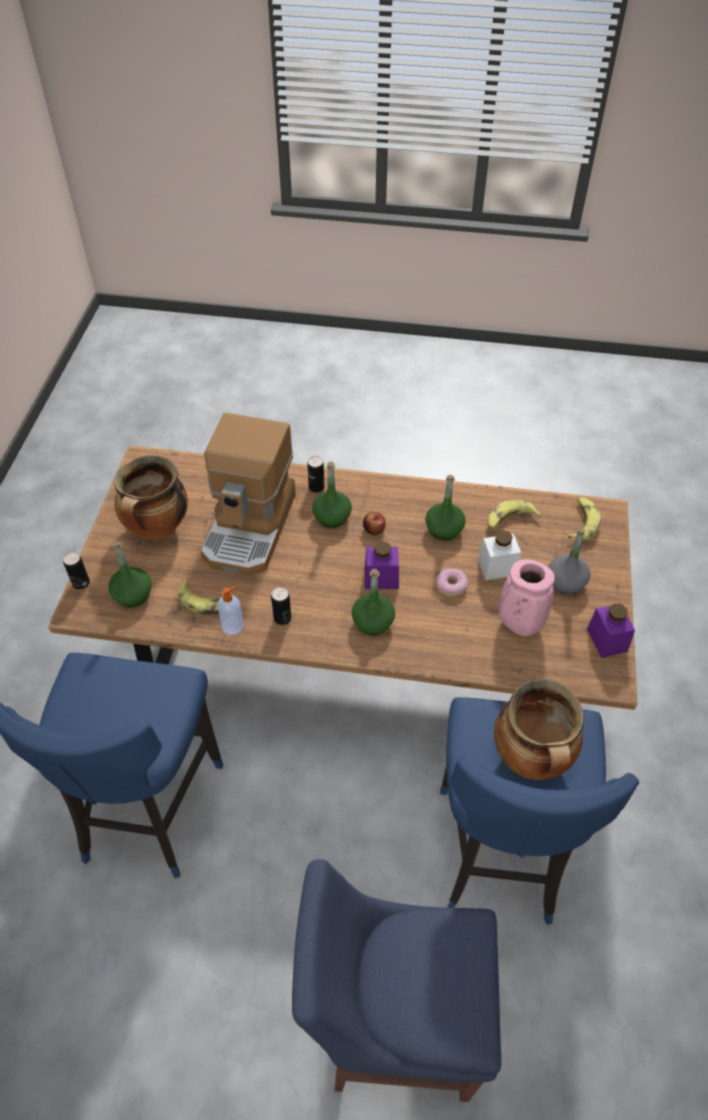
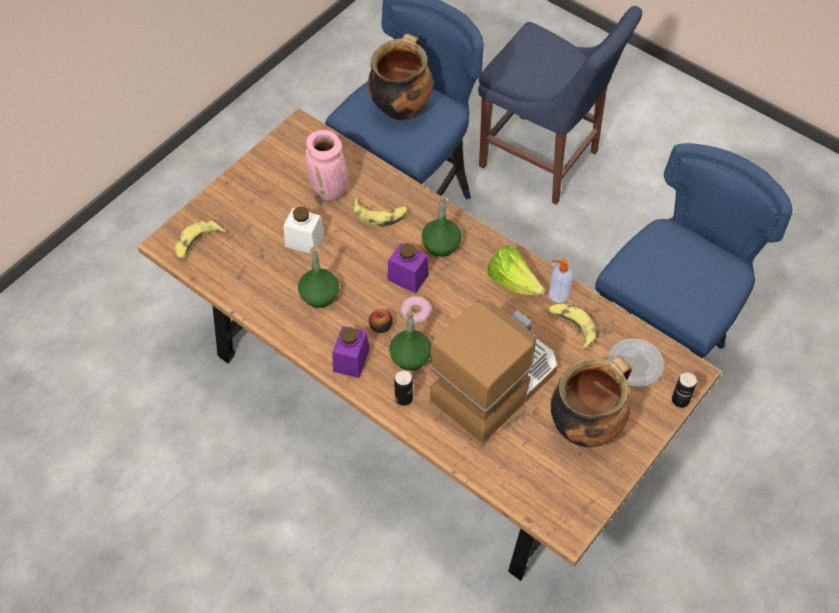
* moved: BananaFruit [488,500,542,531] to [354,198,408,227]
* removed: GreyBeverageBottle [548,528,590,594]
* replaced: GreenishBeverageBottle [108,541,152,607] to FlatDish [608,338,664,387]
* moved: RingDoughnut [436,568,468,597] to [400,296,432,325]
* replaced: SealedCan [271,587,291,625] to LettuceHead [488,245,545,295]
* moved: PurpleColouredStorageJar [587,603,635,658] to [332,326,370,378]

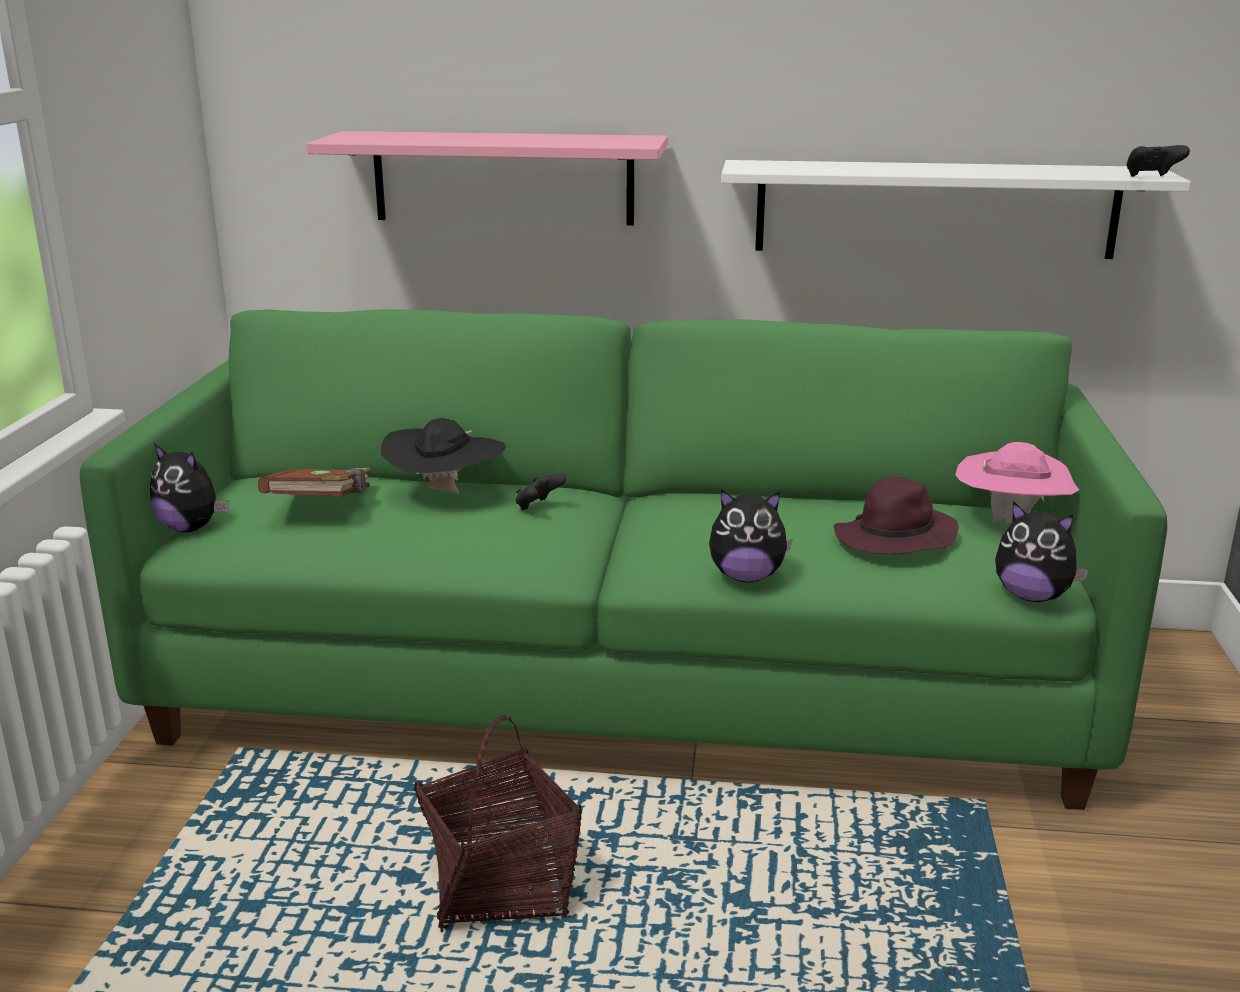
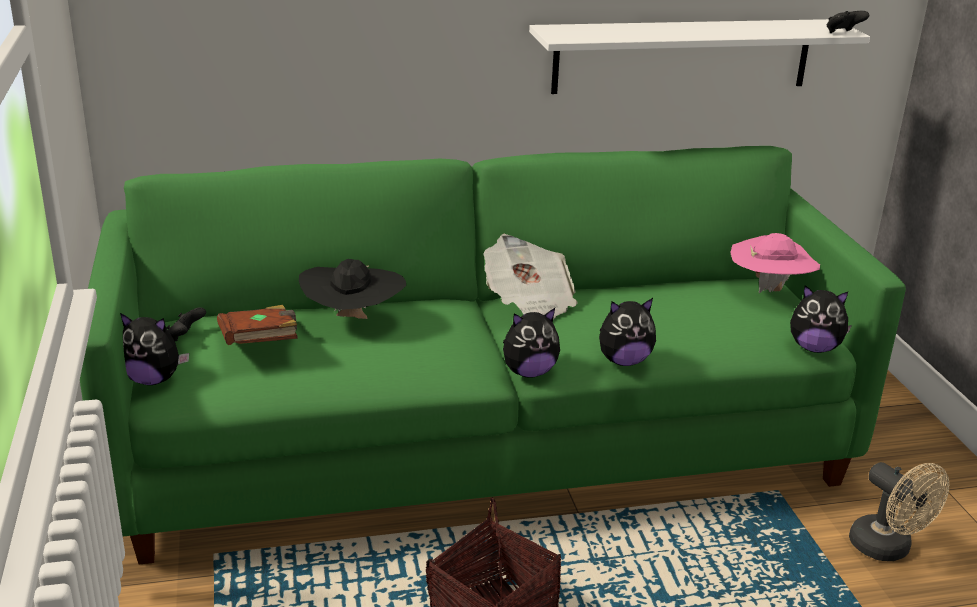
* removed: PinkColouredShelf [307,131,668,226]
* moved: BlackColouredJoypad [516,473,566,510] to [167,307,206,341]
* removed: PurpleColouredClothingHat [834,477,958,554]
* added: DailyPaper [483,234,578,319]
* added: PlushToy [503,308,560,378]
* added: BeigeColouredFan [849,462,949,561]

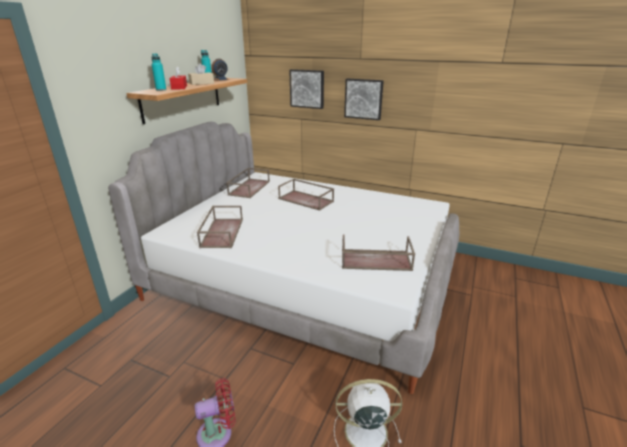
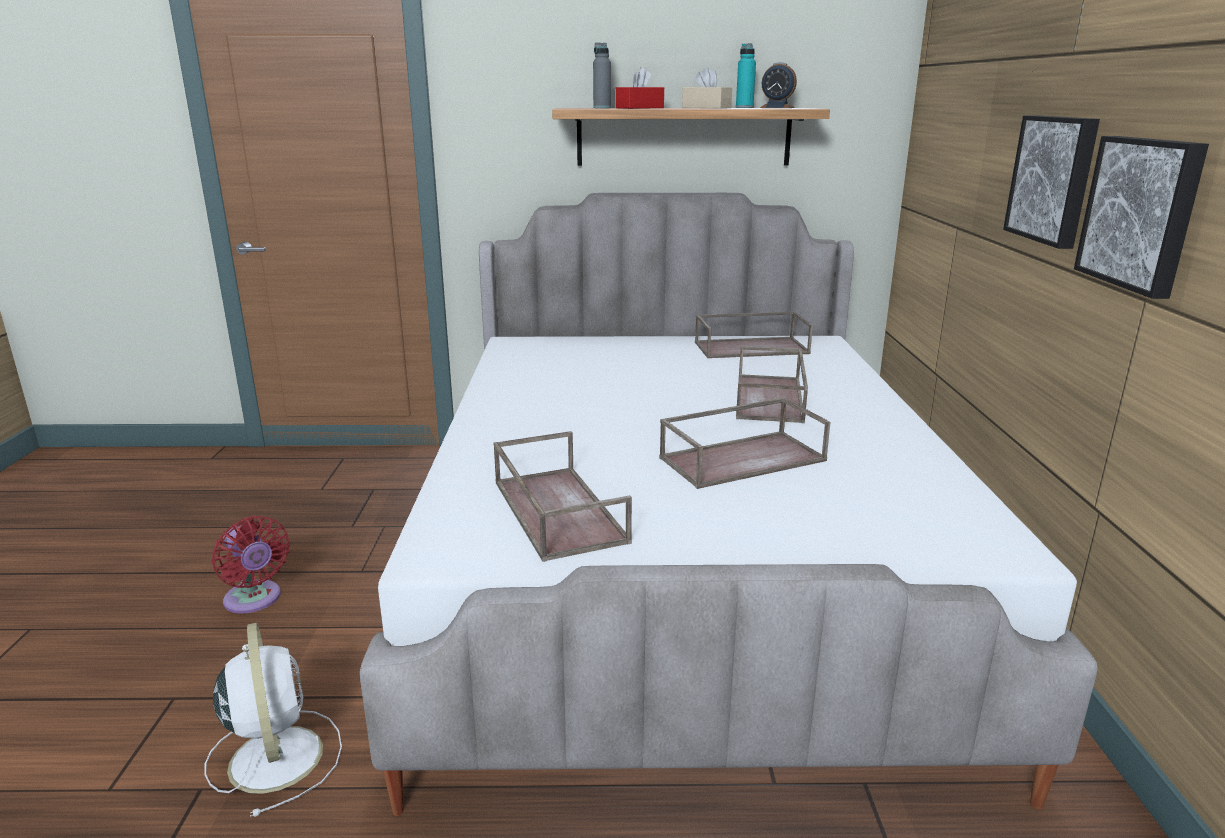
* recoloured: BlueGreenBeverageBottle [151,53,166,91] to GreyBeverageBottle [593,42,611,108]
* moved: Picture [289,69,324,109] to [1074,136,1209,299]
* moved: BrownColouredCarryingTray [197,206,243,248] to [659,398,830,489]

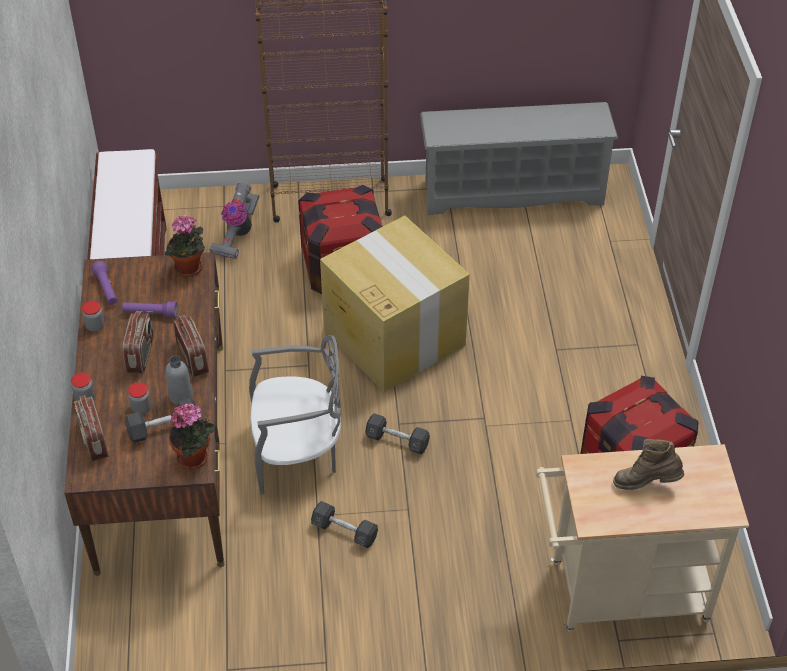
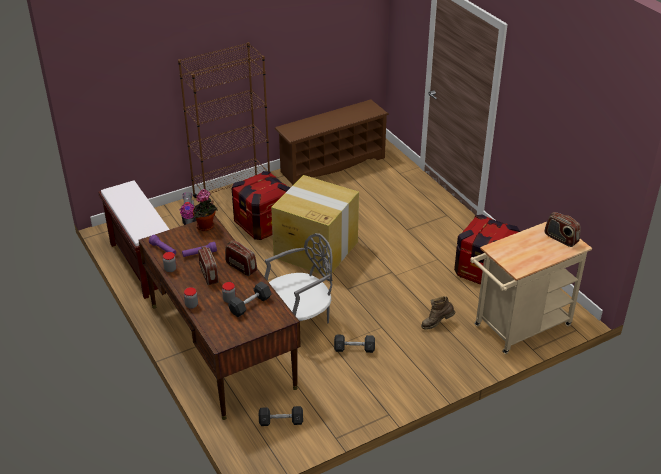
* recoloured: GreyShoeShelf [420,102,618,215] to BrownColouredShoeShelf [275,99,389,186]
* removed: GreyBeverageBottle [166,356,193,405]
* moved: RadioReceiver [74,395,109,462] to [545,212,581,247]
* removed: PottedPlant [169,403,215,470]
* moved: GreyDumbbell [365,413,430,454] to [259,406,303,426]
* moved: BrownColouredBoot [613,439,684,490] to [421,296,456,330]

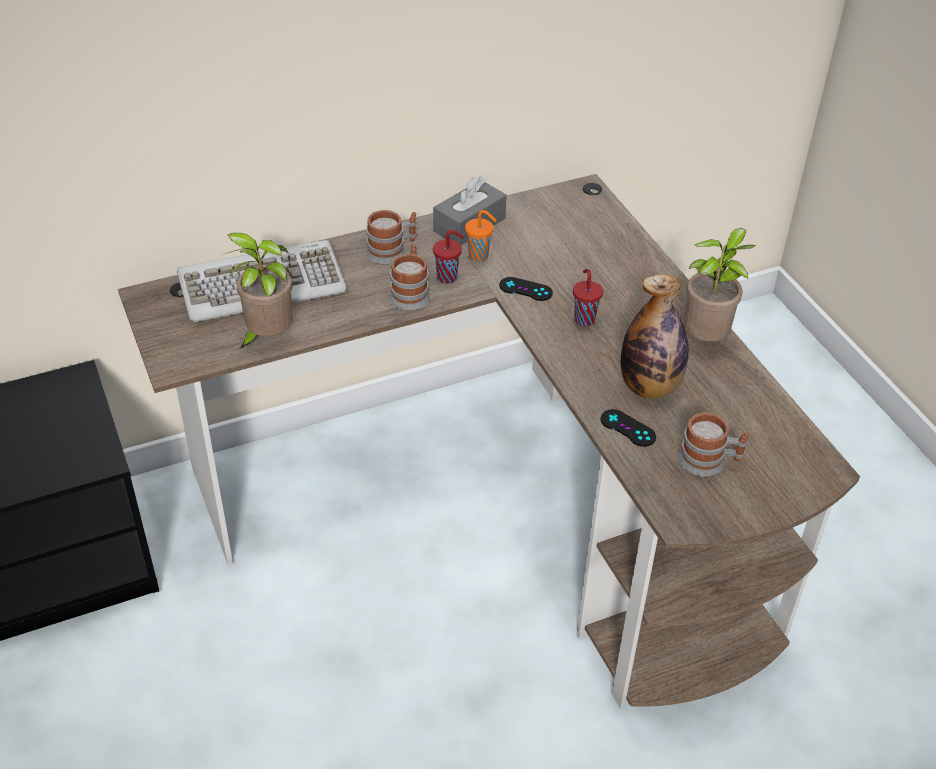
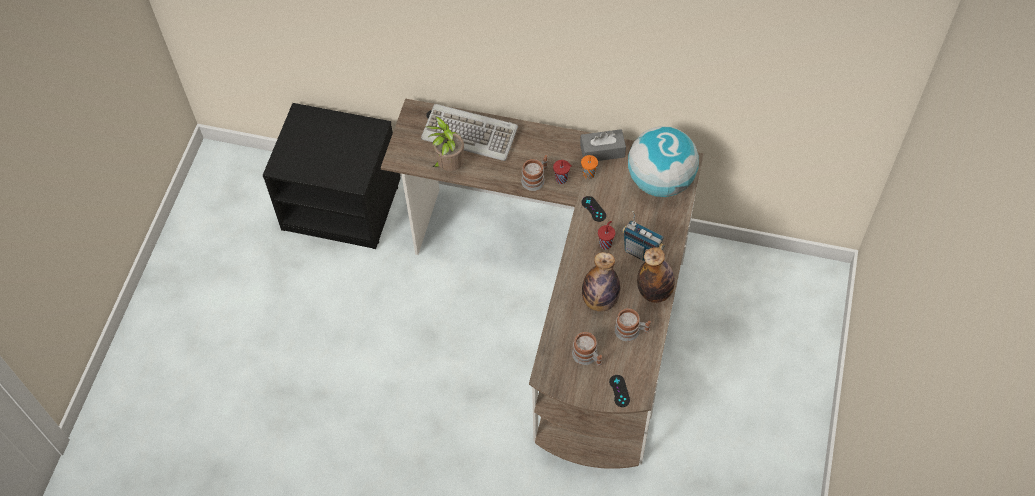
* moved: TeaMug [366,210,417,265] to [614,308,651,341]
* replaced: PottedPlant [684,228,756,342] to BeverageBottle [637,247,675,303]
* moved: BlackColouredJoypad [601,409,656,447] to [609,375,630,407]
* added: WorldGlobe [628,126,699,197]
* added: RadioReceiver [622,211,665,261]

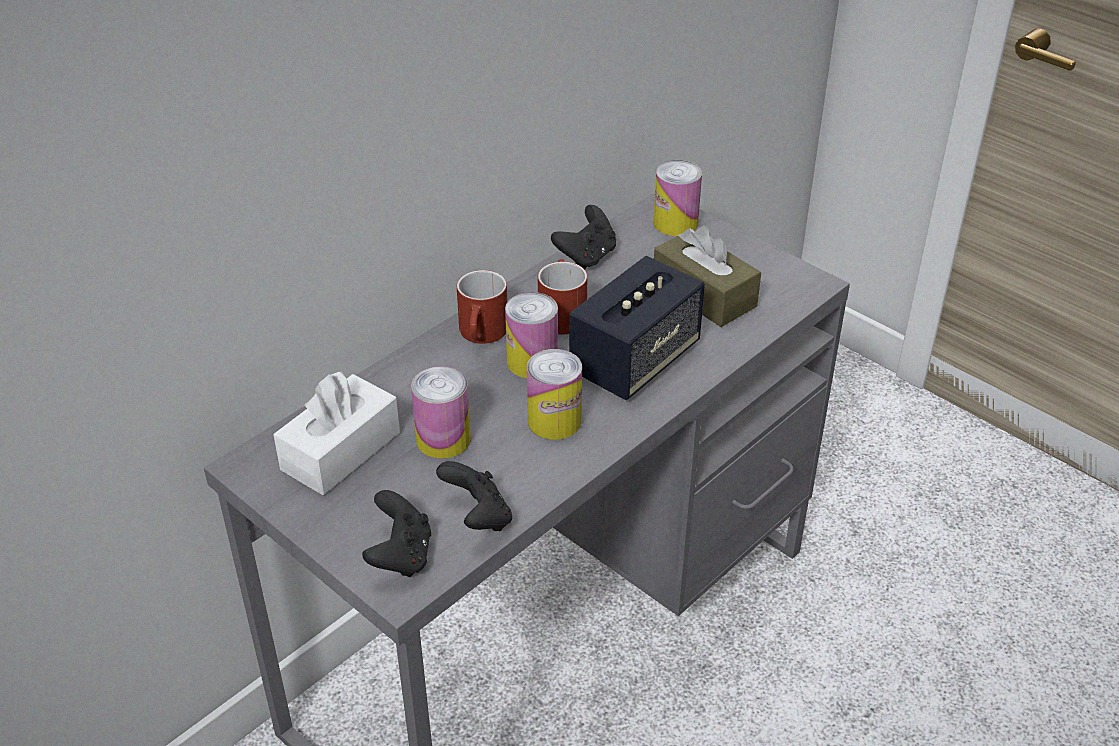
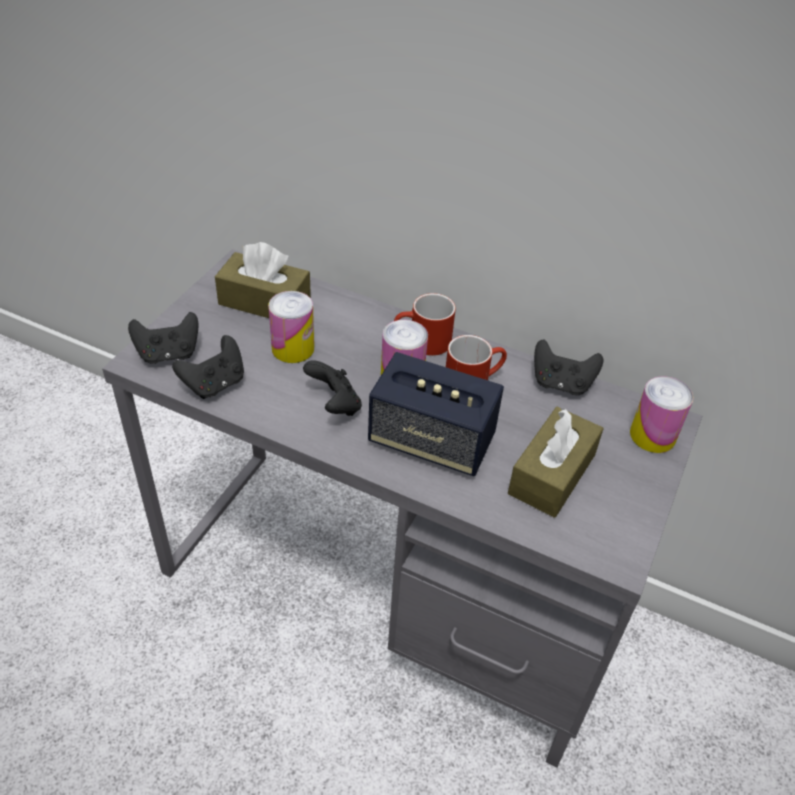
* replaced: SealedCan [527,349,582,440] to BlackColouredJoypad [303,360,362,416]
* recoloured: WhiteBoxOfTissues [274,372,400,495] to BrownColouredBoxOfTissues [215,242,311,318]

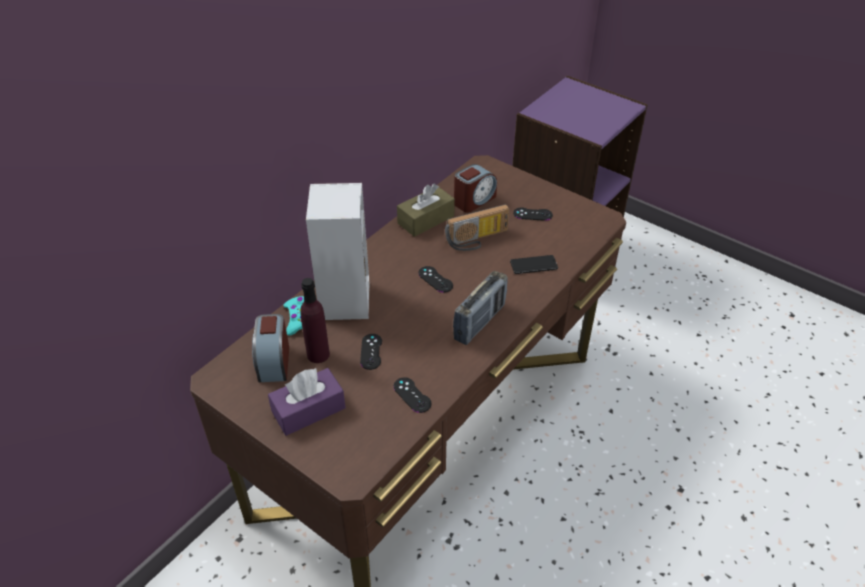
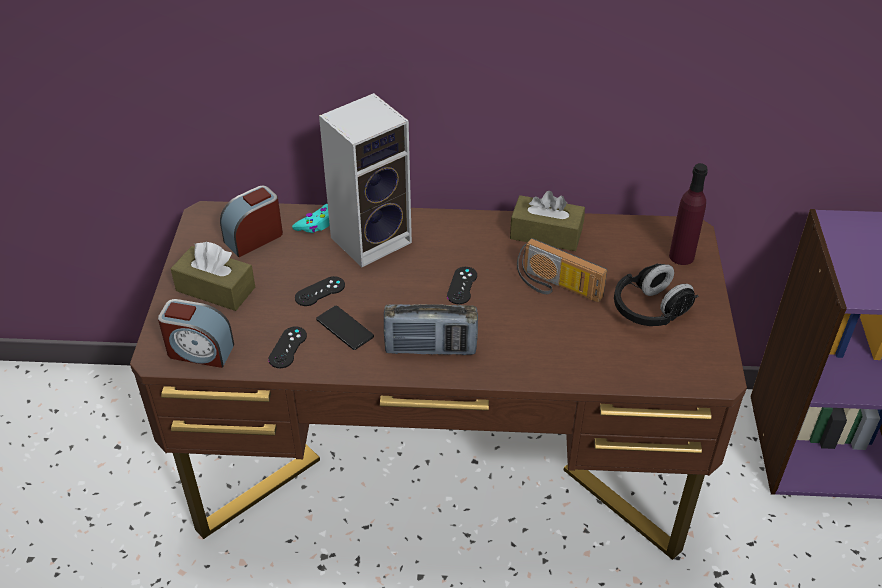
* moved: AlarmClock [454,164,497,213] to [158,299,234,368]
* replaced: BlackColouredJoypad [513,207,553,221] to BlackColouredHeadset [614,264,698,326]
* moved: Handset [510,255,558,274] to [316,306,374,350]
* moved: PurpleColouredBeverageBottle [300,278,330,363] to [669,163,708,265]
* recoloured: PurpleColouredBoxOfTissues [268,368,346,436] to BrownColouredBoxOfTissues [171,242,255,311]

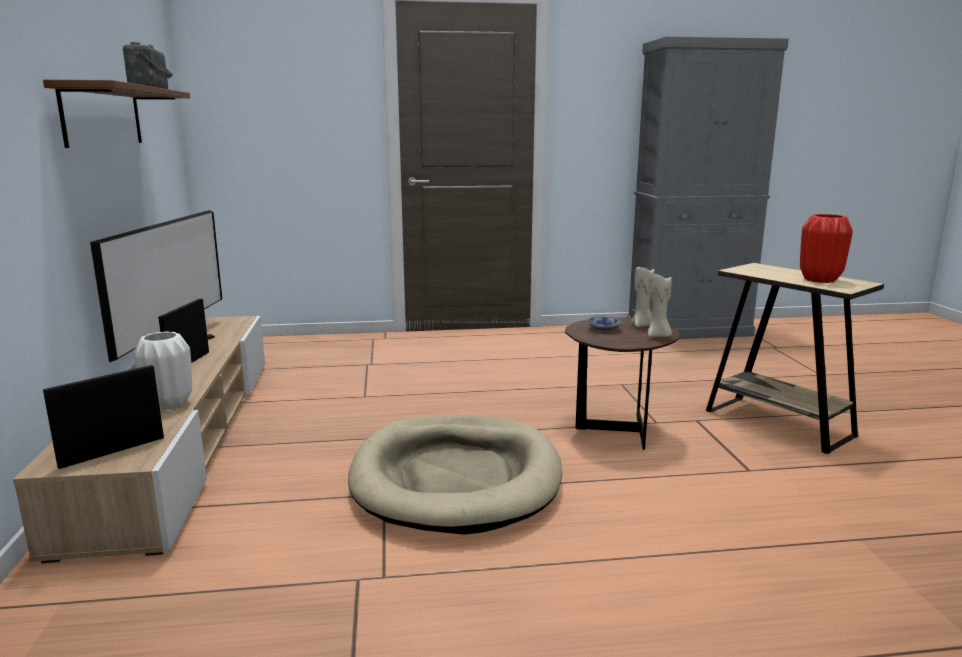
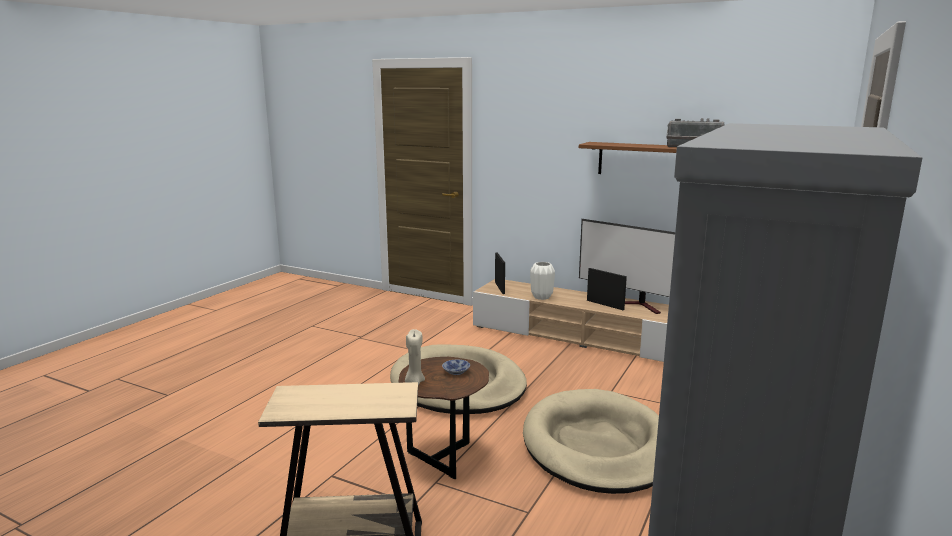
* removed: RedVase [800,214,853,283]
* removed: BeigeColouredCandle [631,267,655,327]
* added: BeigeColouredDogBed [523,389,659,494]

